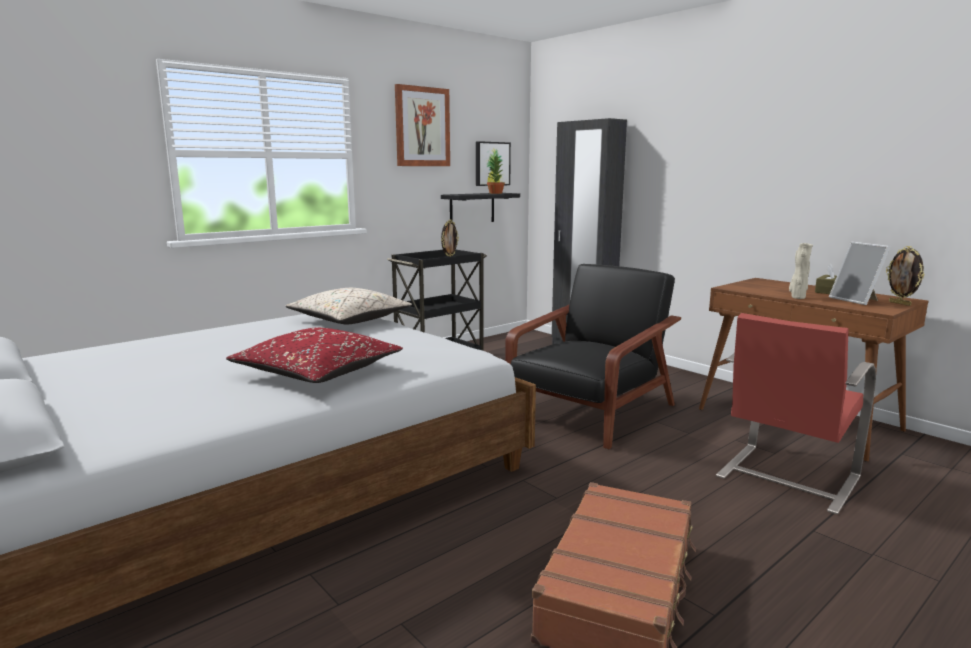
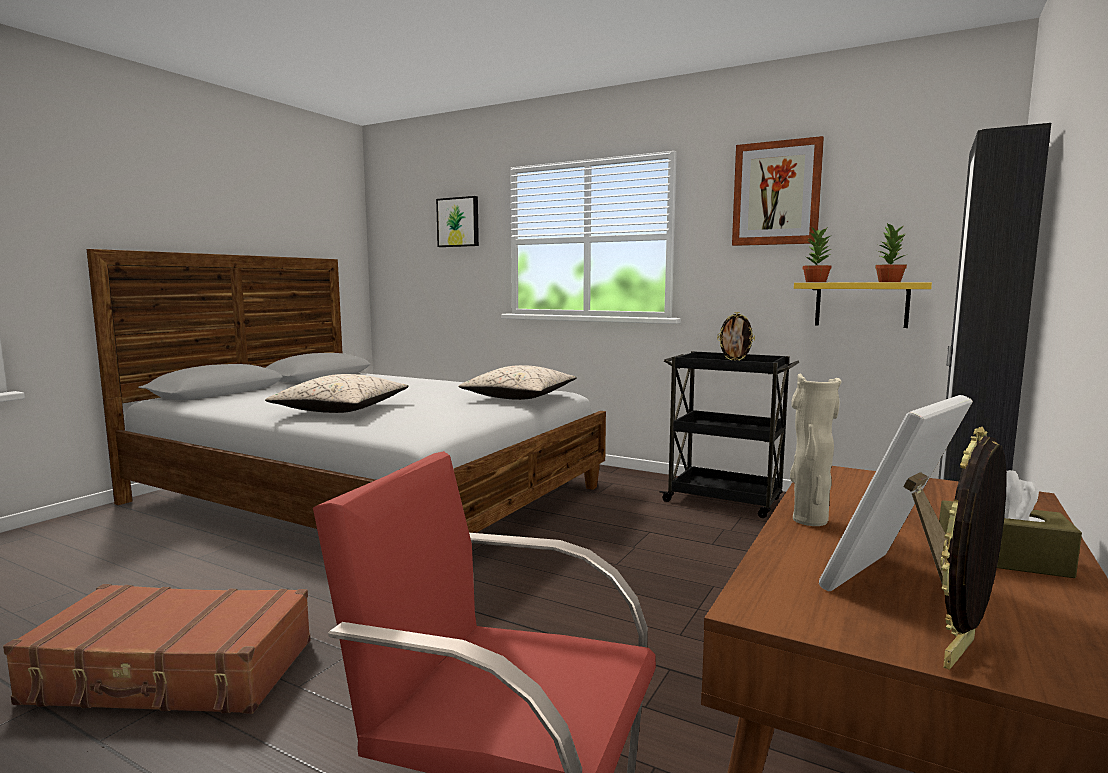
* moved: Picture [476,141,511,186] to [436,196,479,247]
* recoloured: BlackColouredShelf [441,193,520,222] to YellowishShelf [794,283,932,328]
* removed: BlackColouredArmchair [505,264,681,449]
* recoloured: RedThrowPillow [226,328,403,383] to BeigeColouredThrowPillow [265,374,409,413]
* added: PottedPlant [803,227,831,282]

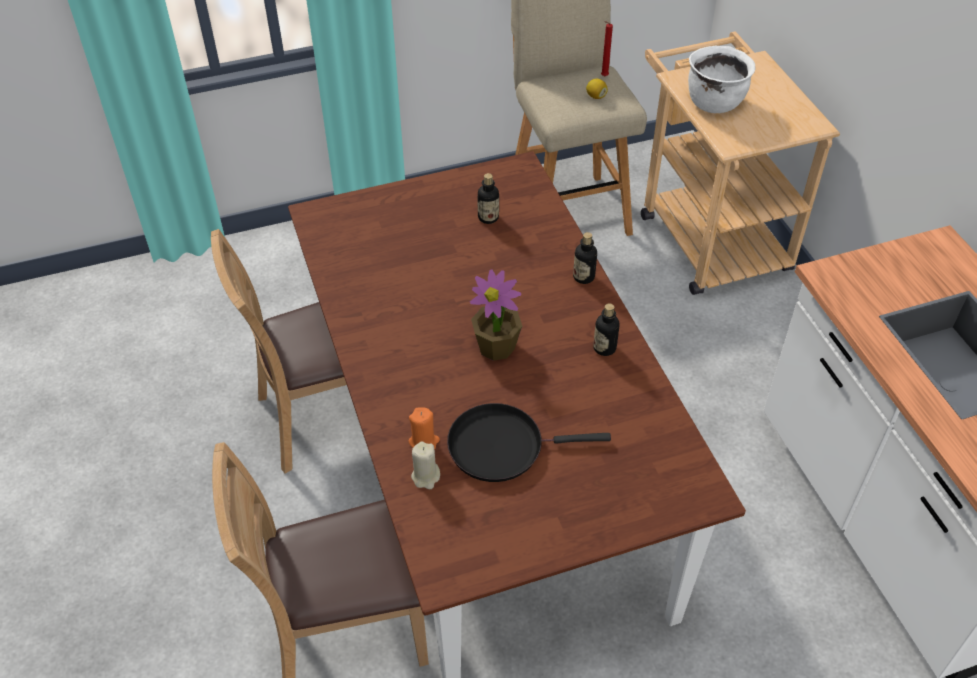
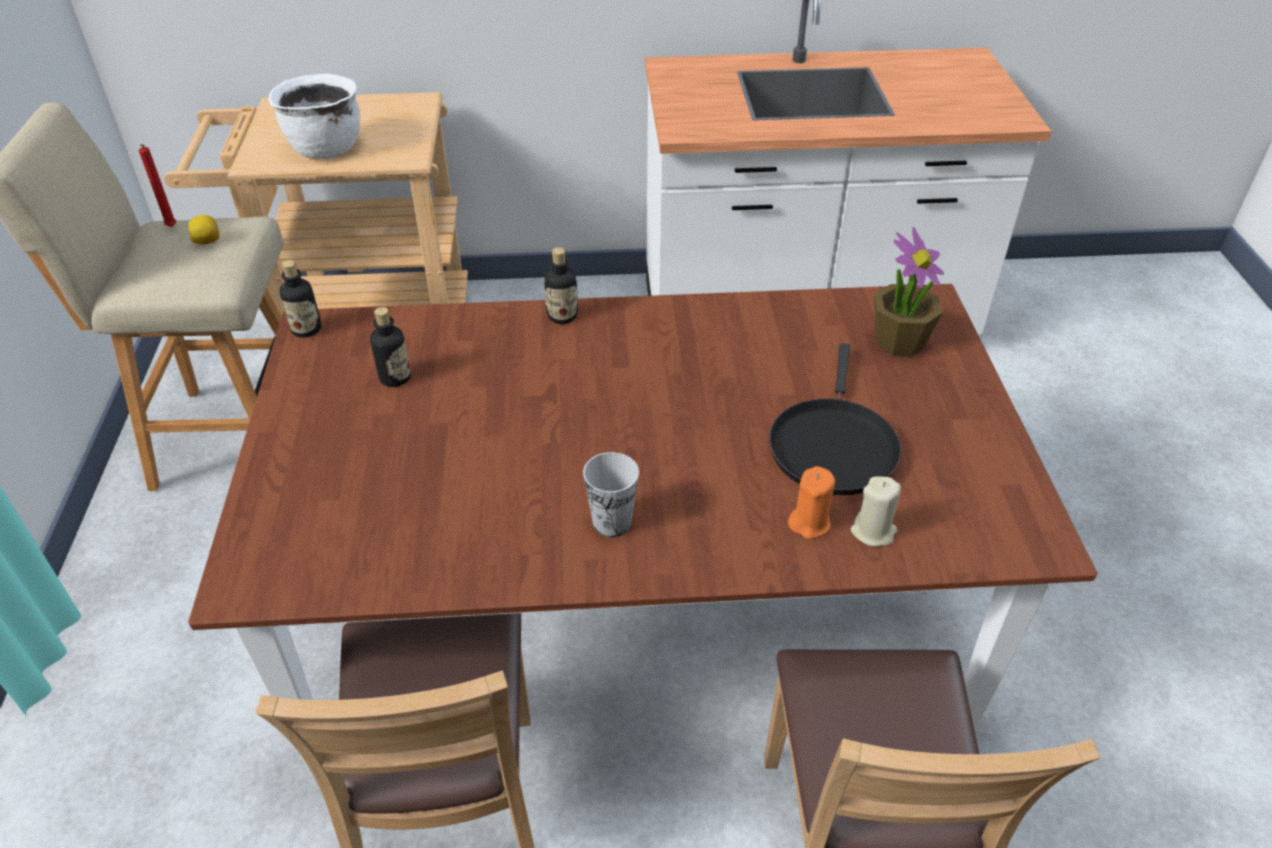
* moved: PottedPlant [470,269,522,361] to [874,227,944,357]
* moved: BeverageBottle [593,303,620,356] to [280,260,322,338]
* added: DrinkingCup [583,452,639,537]

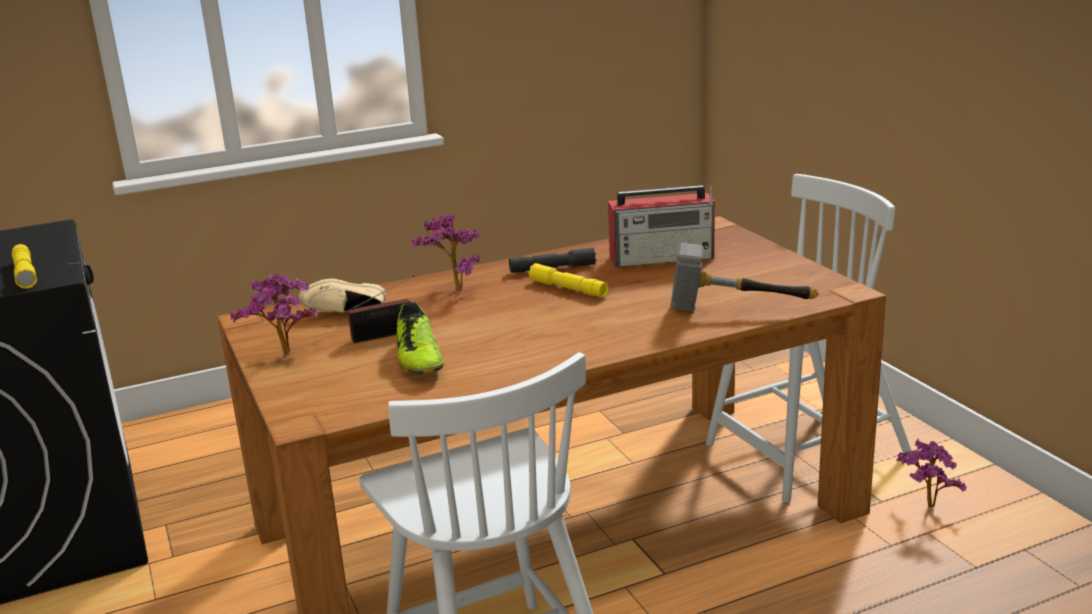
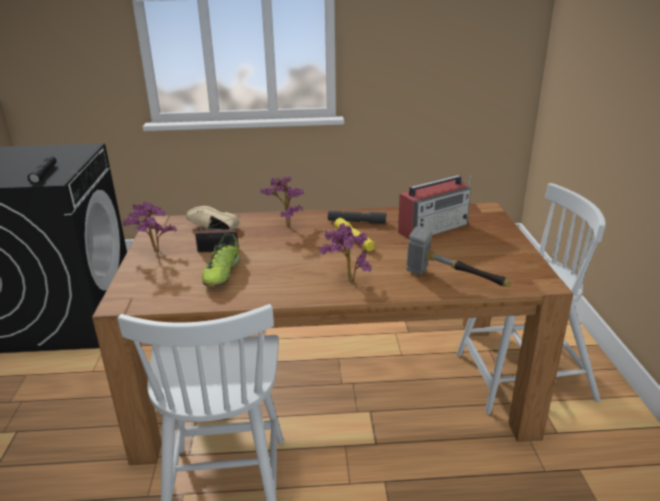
* turned: RadioReceiver [608,185,715,267] = [398,175,471,240] 45 degrees counterclockwise
* recoloured: YellowishFlashlight [12,244,37,289] to BlackColouredFlashlight [28,156,57,184]
* moved: PottedPlant [897,438,966,508] to [319,223,372,282]

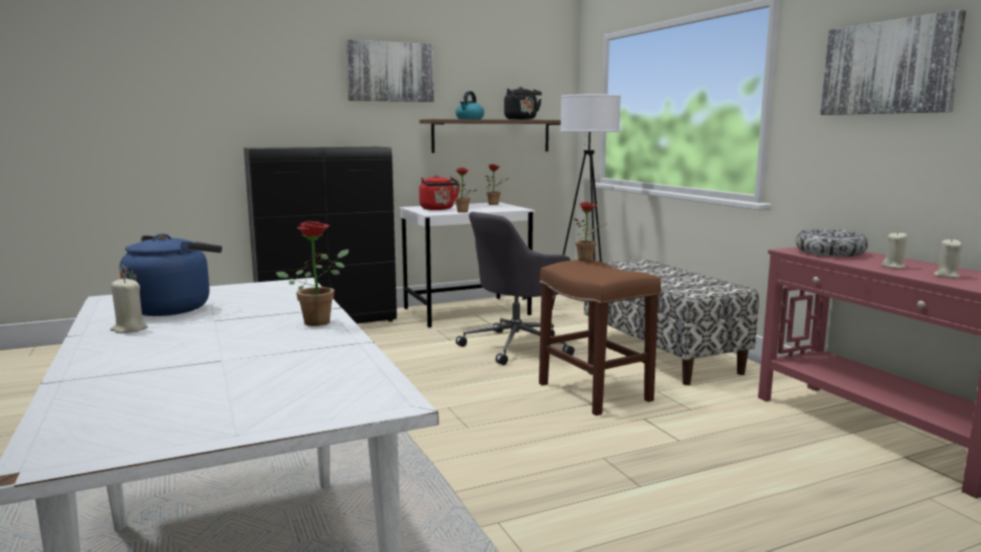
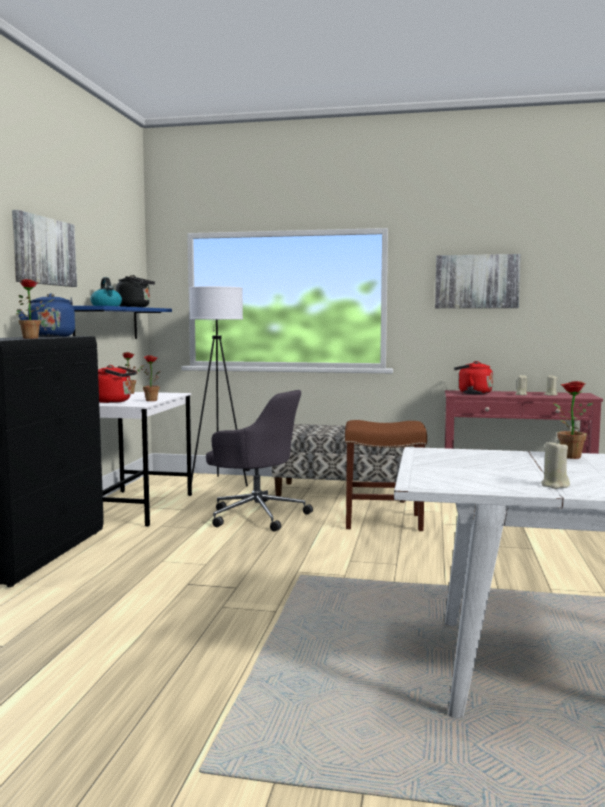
* recoloured: BrownColouredShelf [419,119,561,153] to BluishShelf [73,306,172,339]
* moved: PottedPlant [574,202,608,261] to [16,279,54,339]
* turned: GreyOfficeChair [456,212,575,365] = [206,390,313,531] 60 degrees counterclockwise
* replaced: Bowl [796,229,868,257] to RedTeaKettle [454,361,493,394]
* moved: BluishTeaKettle [120,234,222,316] to [18,293,75,337]

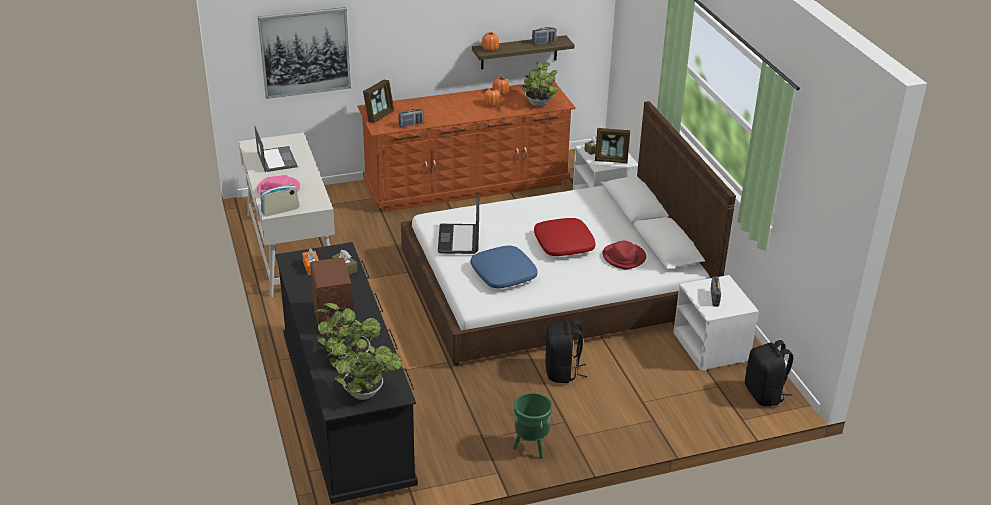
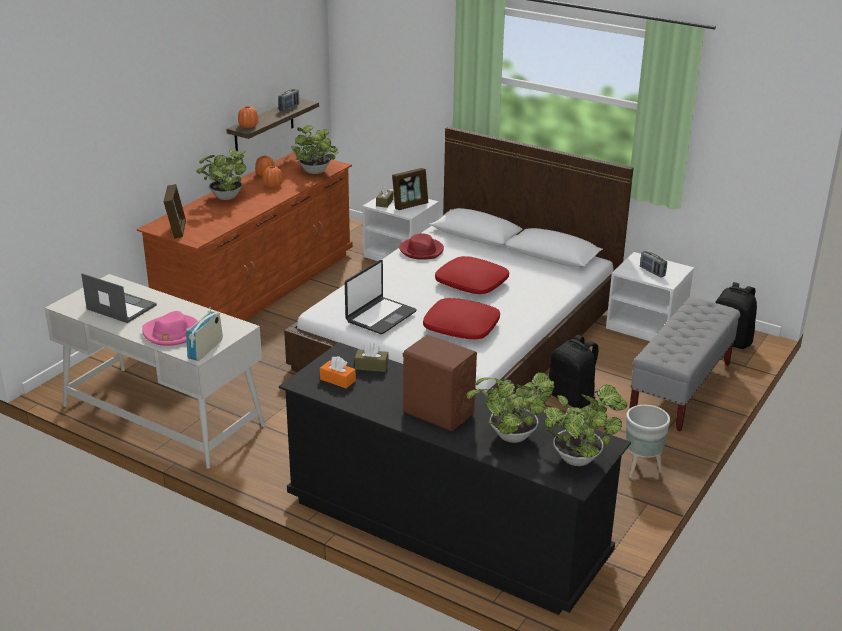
* removed: Picture [258,7,351,99]
* removed: RadioReceiver [398,109,424,127]
* turned: NotebookComputer [438,194,479,254] = [345,260,417,334] 105 degrees counterclockwise
* moved: RedClothingHat [602,241,646,270] to [399,233,444,260]
* recoloured: BluishThrowPillow [471,245,538,289] to RedThrowPillow [423,298,500,340]
* recoloured: GreenishFlowerPot [513,393,553,459] to GreyFlowerPot [626,405,670,478]
* added: PottedPlant [196,149,246,200]
* added: GreyBench [629,297,740,432]

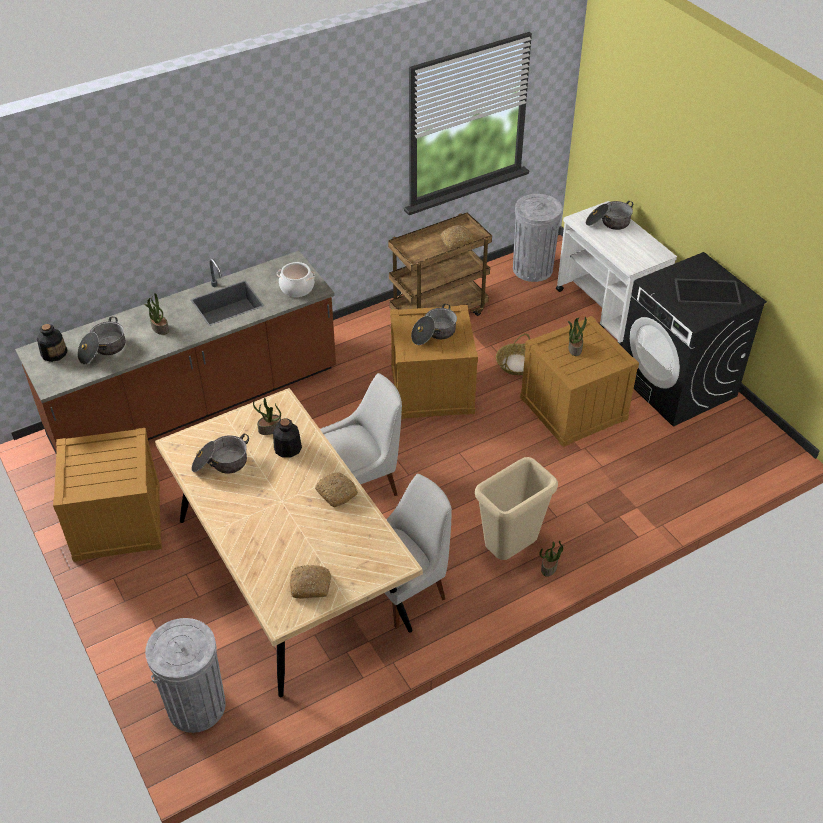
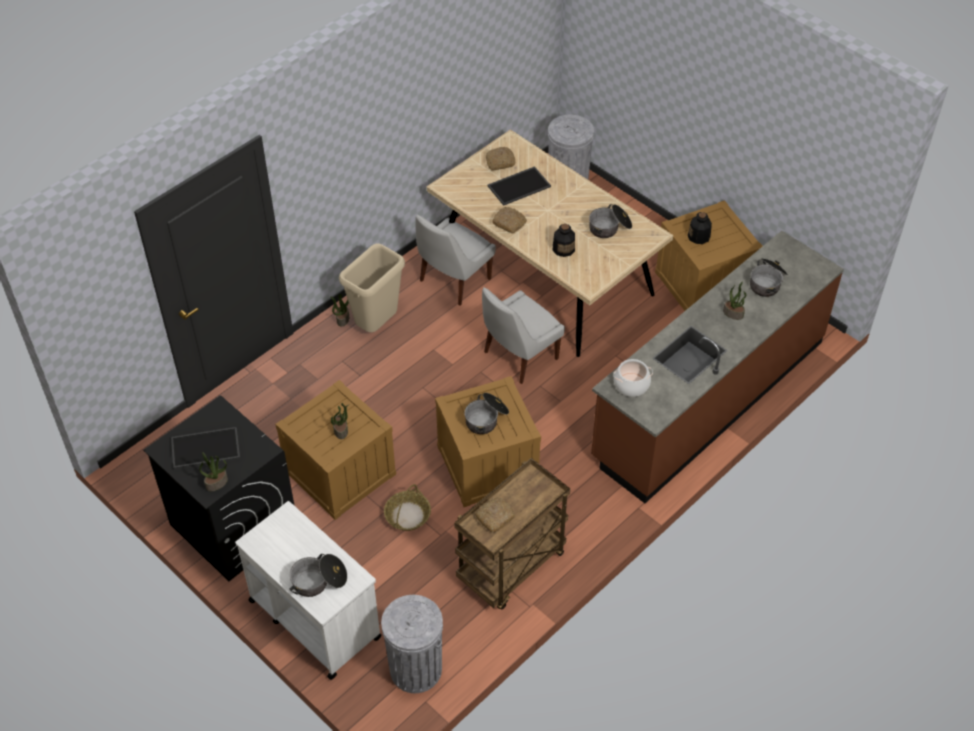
* moved: BeverageBottle [37,324,68,362] to [688,212,712,244]
* moved: PottedPlant [253,398,281,435] to [199,452,228,491]
* added: CarryingTray [487,166,551,206]

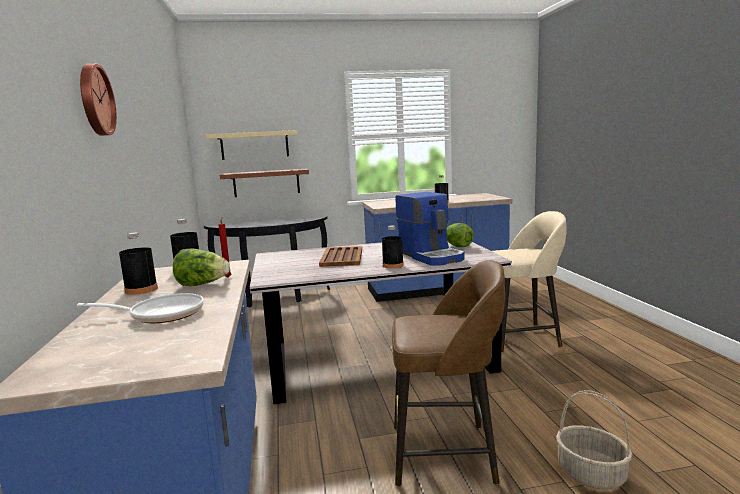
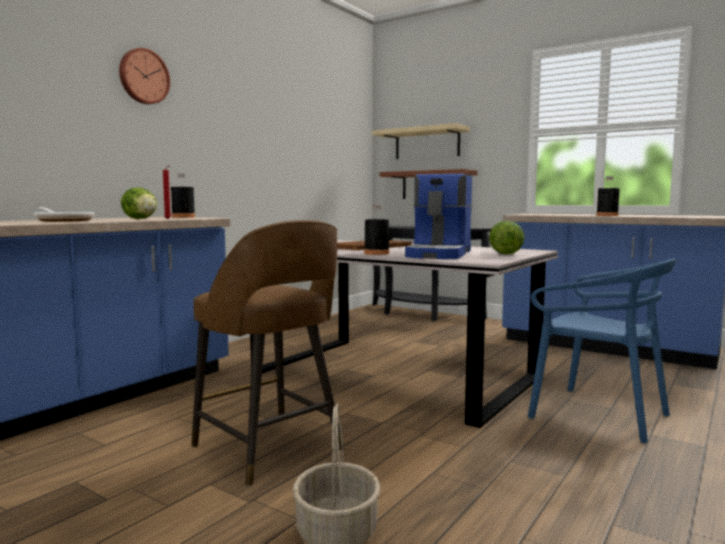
* replaced: BeigeColouredSittingStool [492,211,566,352] to BluishUprightChair [528,259,676,443]
* removed: BlackColouredBeverageBottle [119,232,158,295]

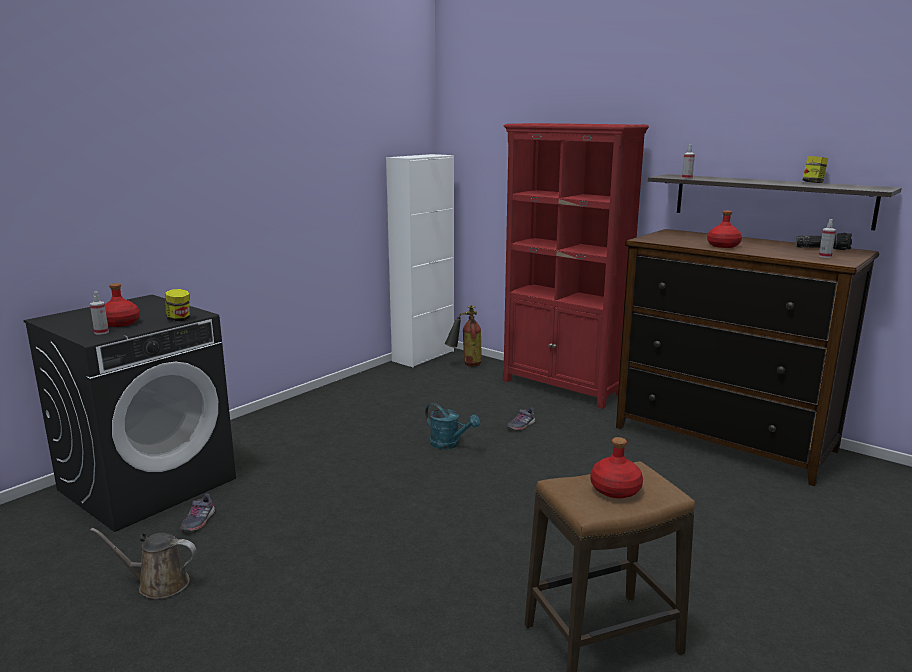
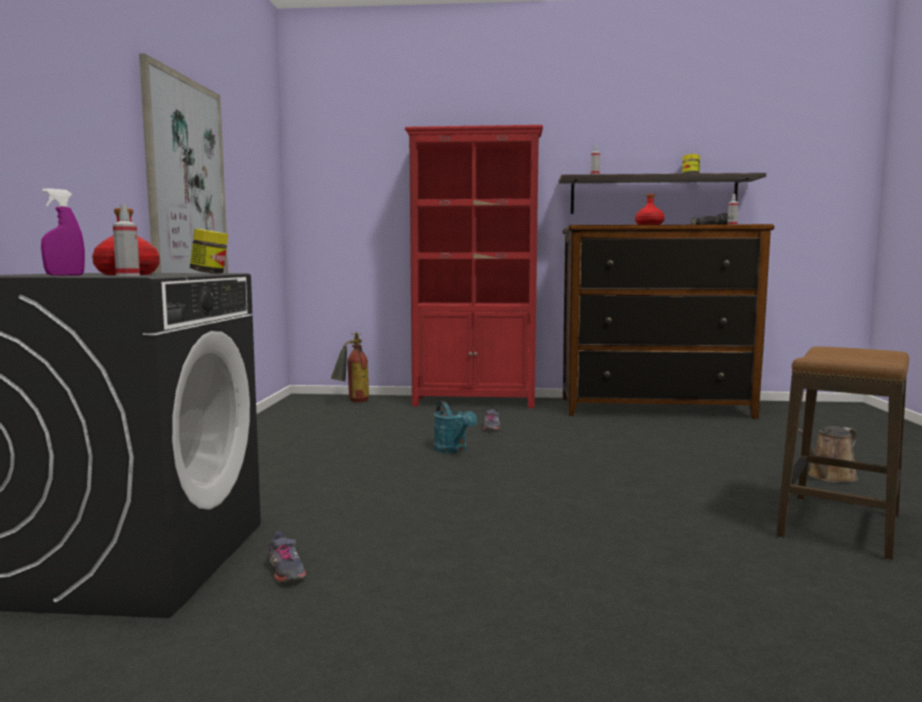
* removed: WhiteCupboard [386,154,454,367]
* turned: BlueGreenWateringCan [425,403,480,449] = [434,401,477,453] 60 degrees clockwise
* removed: RedBeverageBottle [591,437,643,498]
* moved: BrownColouredWateringCan [90,528,197,599] to [798,426,858,483]
* added: Picture [139,53,229,273]
* added: PurpleColouredSprayer [41,188,85,276]

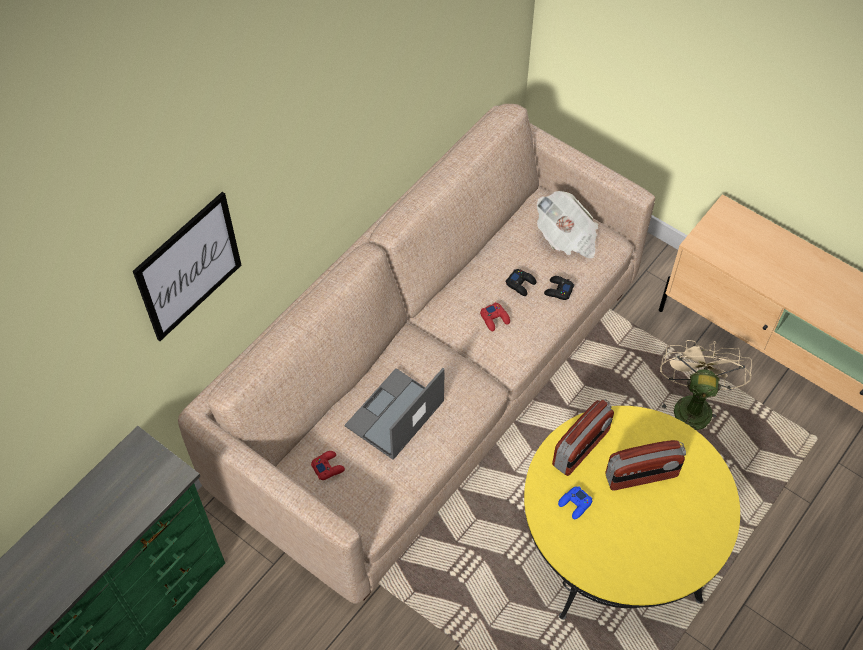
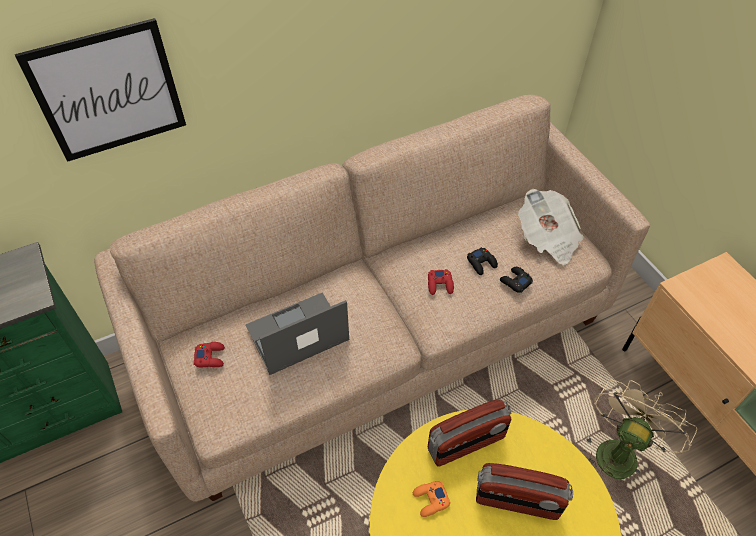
* recoloured: BluishJoypad [558,486,592,519] to OrangeJoypad [413,481,450,517]

